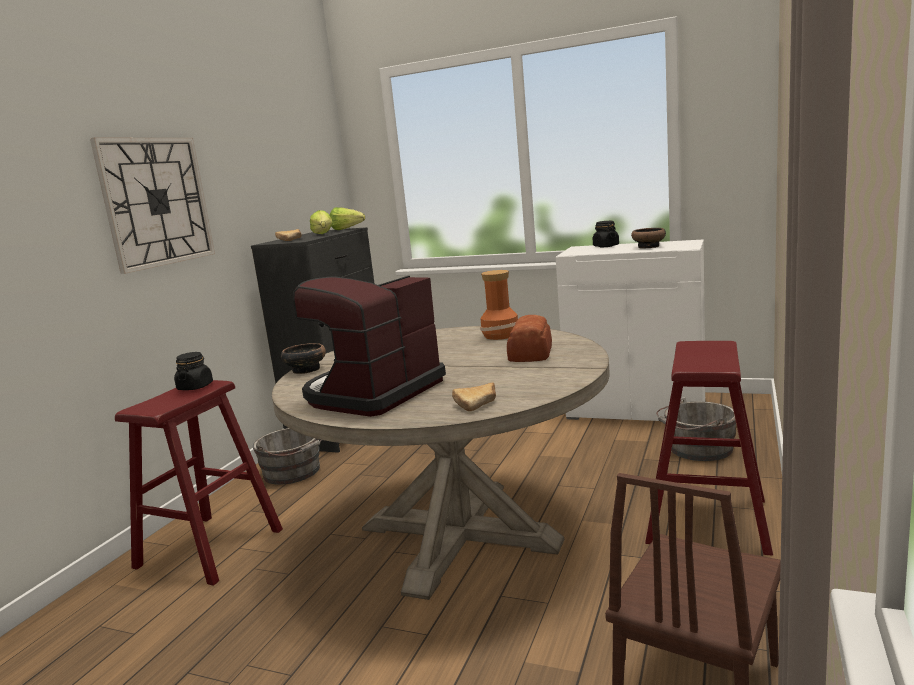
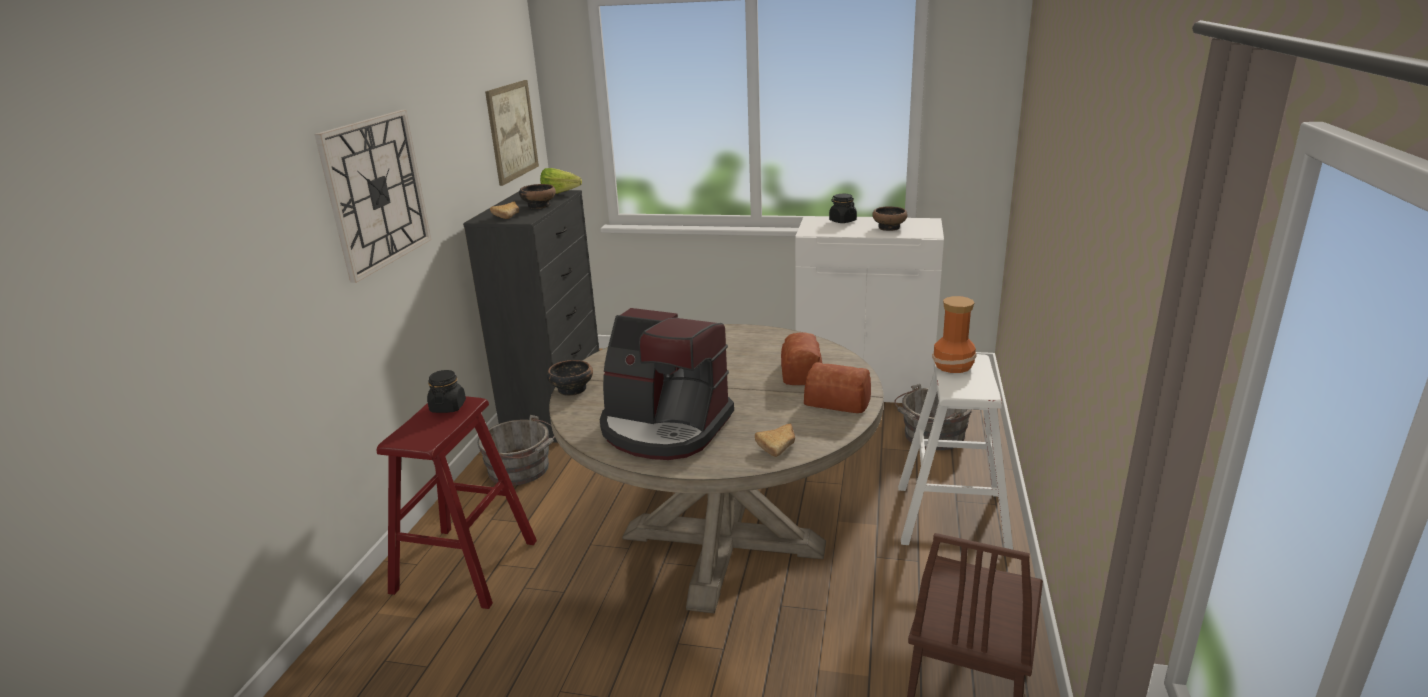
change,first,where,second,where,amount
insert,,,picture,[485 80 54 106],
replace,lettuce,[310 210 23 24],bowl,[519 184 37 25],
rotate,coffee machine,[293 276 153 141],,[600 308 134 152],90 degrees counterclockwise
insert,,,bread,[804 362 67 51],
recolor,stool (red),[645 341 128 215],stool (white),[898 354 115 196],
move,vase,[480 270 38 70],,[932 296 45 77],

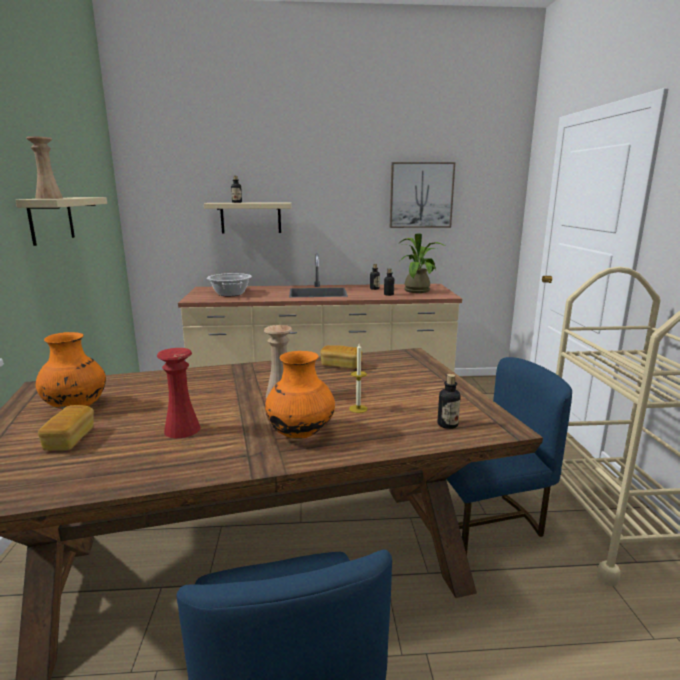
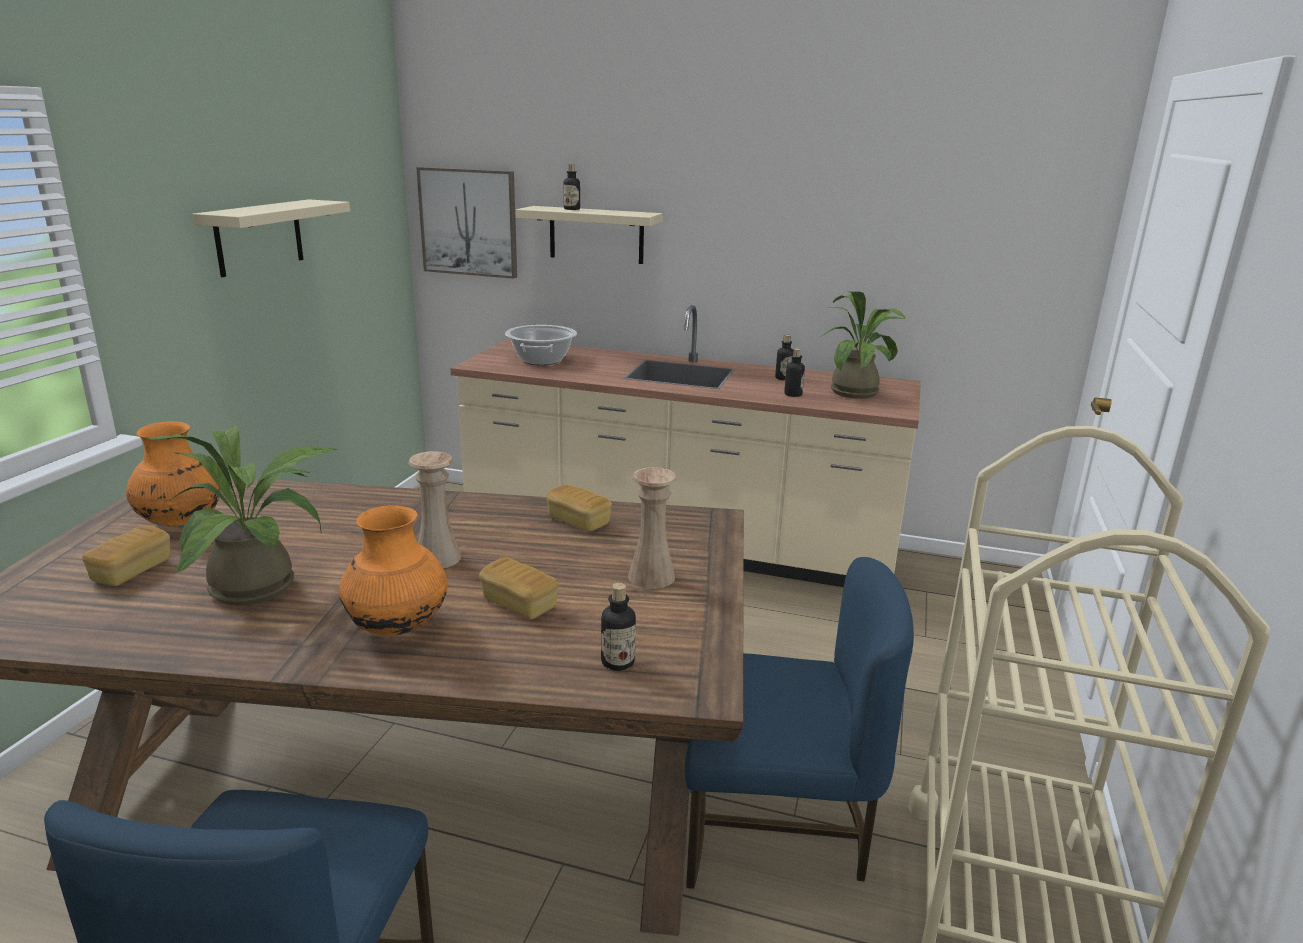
change,first,where,second,where,amount
replace,vase (red),[157 348 43 90],potted plant,[143 426 195 180],
move,picture,[390 162 65 66],,[416 167 101 112],
replace,candle,[349 344 19 69],bread,[479 558 79 61],
move,vase (beige),[26 136 37 63],,[628 467 49 122],

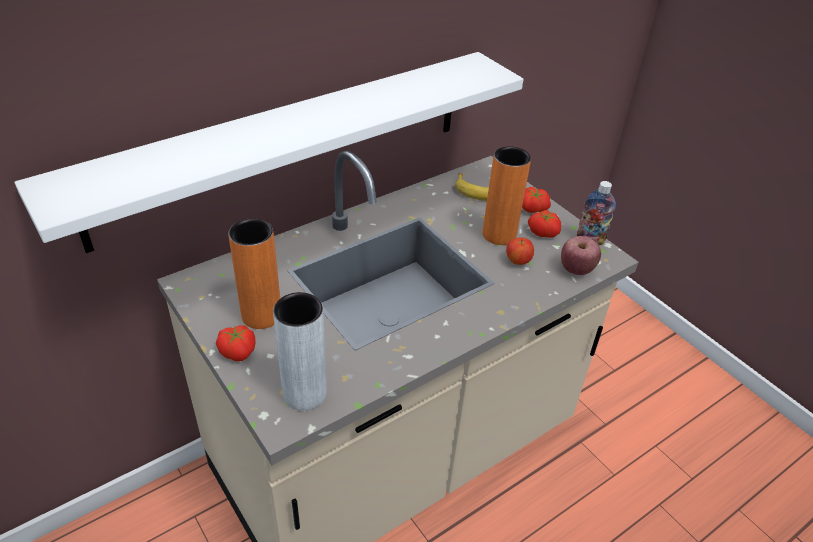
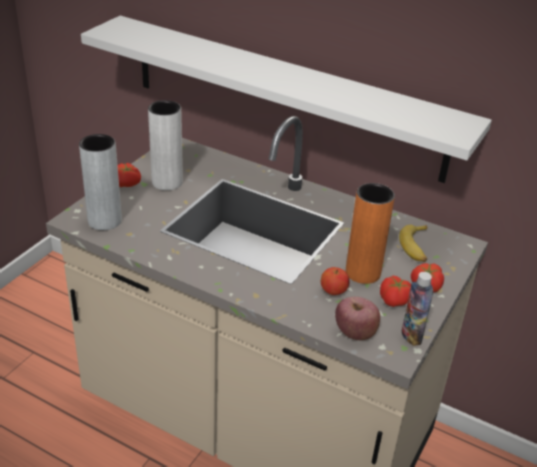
change,first,where,second,where,amount
recolor,vase (orange),[228 218 52 111],vase (white),[148 100 35 91],

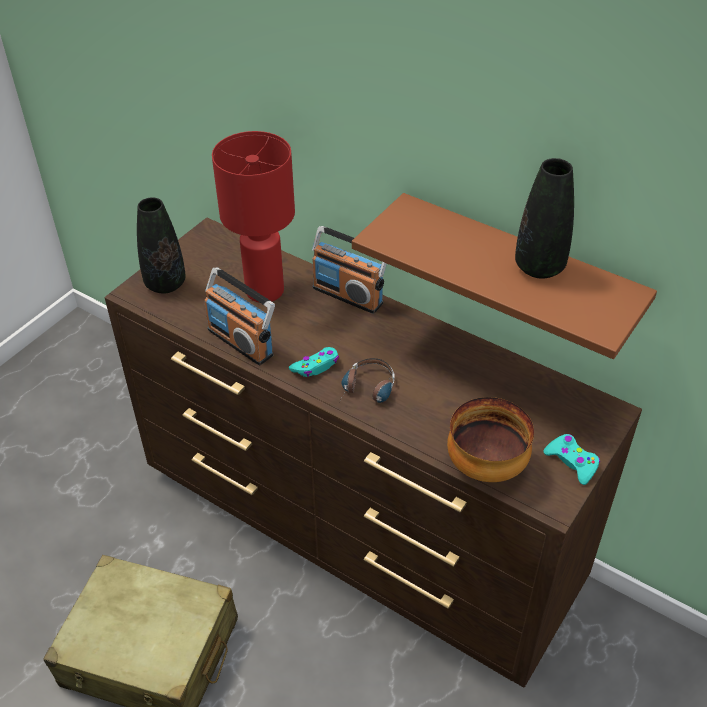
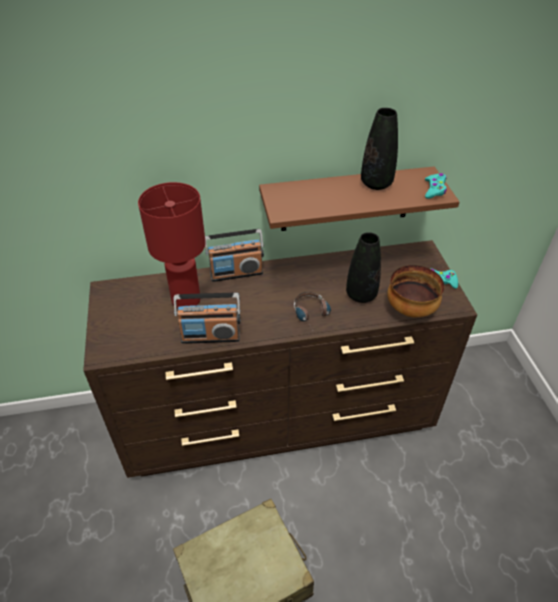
change,first,where,second,where,amount
move,vase (black),[137 197 49 97],,[346 232 35 71],
move,game controller (turquoise),[289 347 50 30],,[425 173 22 26],

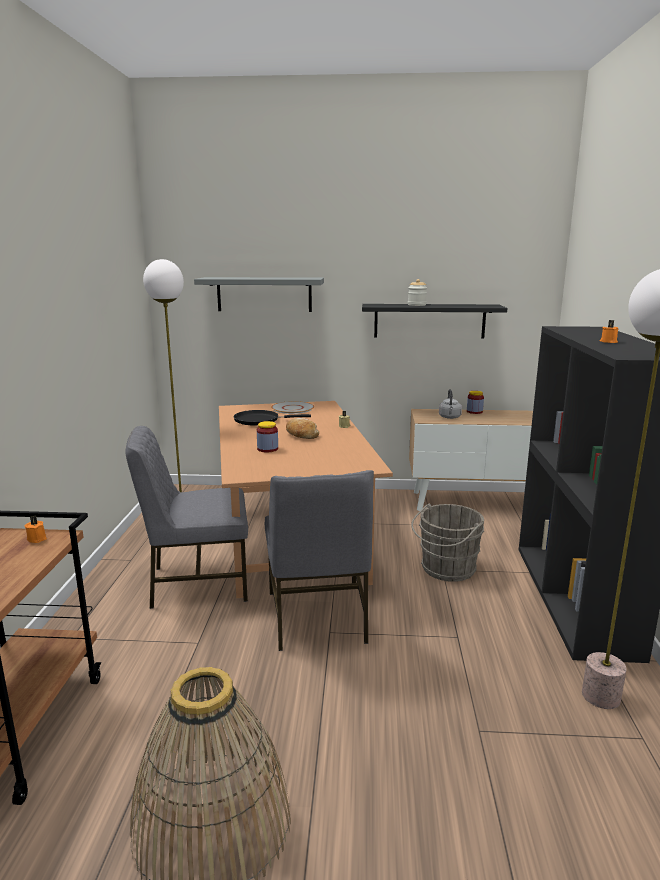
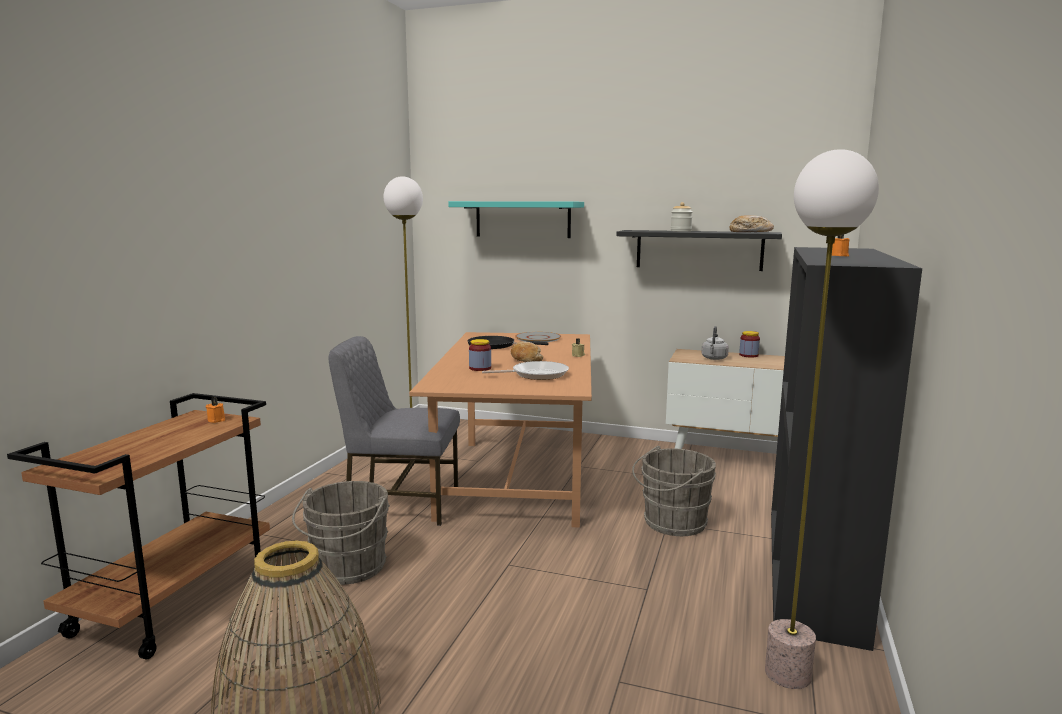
change,first,where,second,where,amount
insert,,,bucket (grey),[292 481 98 104],
recolor,shelf (grey),[194 277 130 35],shelf (turquoise),[448 201 136 37],
insert,,,frying pan,[482 361 87 19],
insert,,,bread,[730 215 44 17],
delete,chair (grey),[265 470 109 181],,,

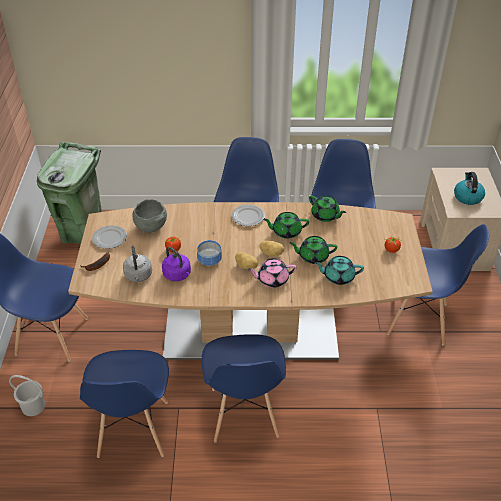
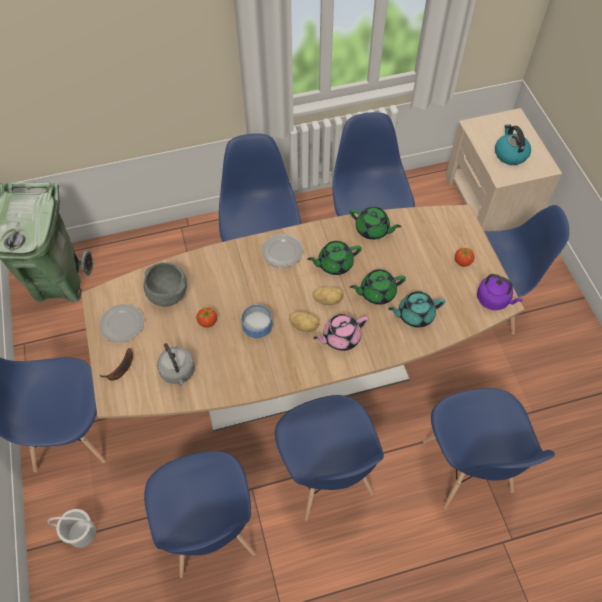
change,first,where,second,where,amount
insert,,,chair (blue),[423 388 132 121],
move,kettle (purple),[162 247 29 34],,[477 274 46 36],

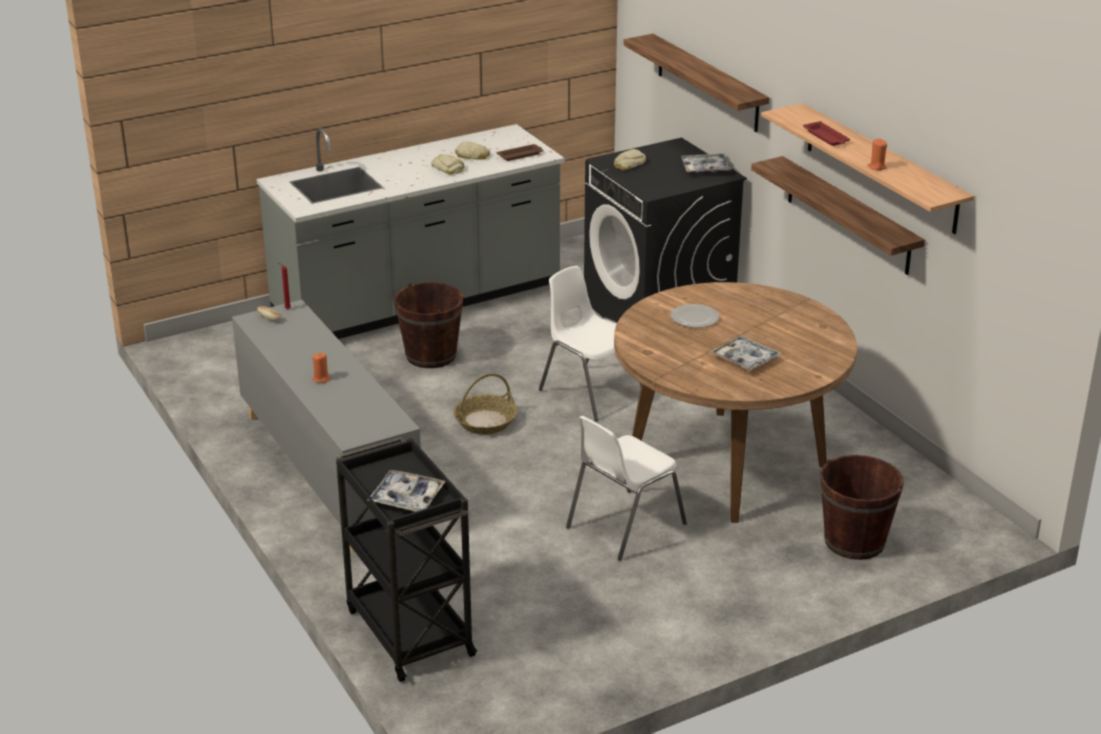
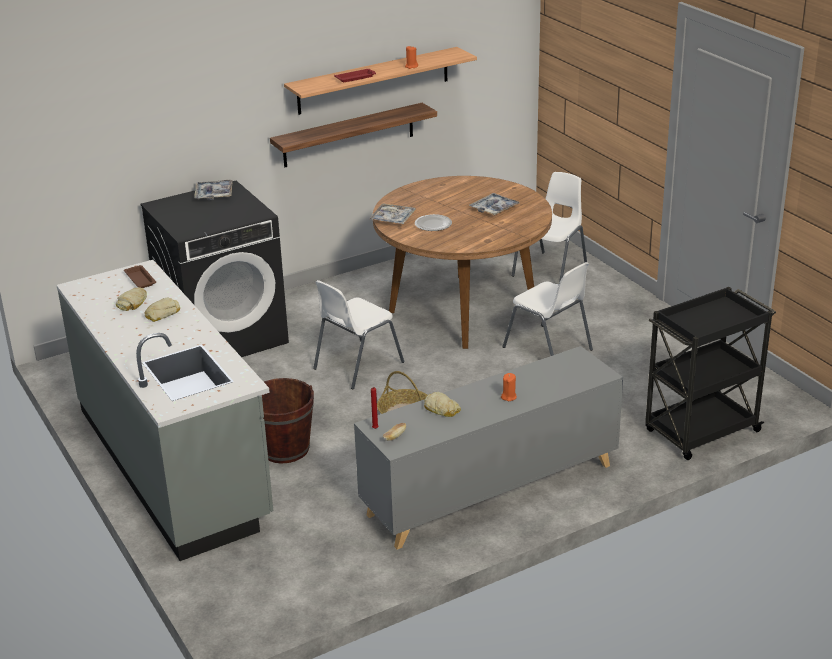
change,first,where,second,where,amount
move,tray,[367 470 79 42],,[369 203 47 21],
move,bread,[614 149 32 22],,[424 392 37 25],
replace,bucket (brown),[820 455 84 105],chair (white),[512 172 75 111],
delete,shelf,[623 34 146 98],,,

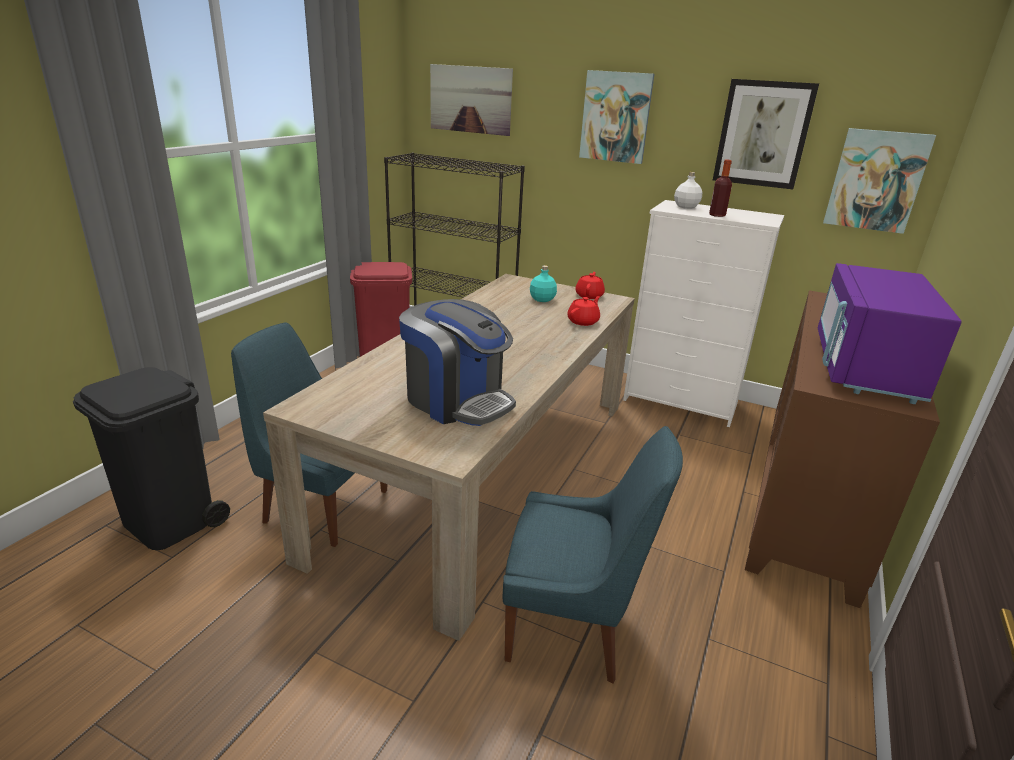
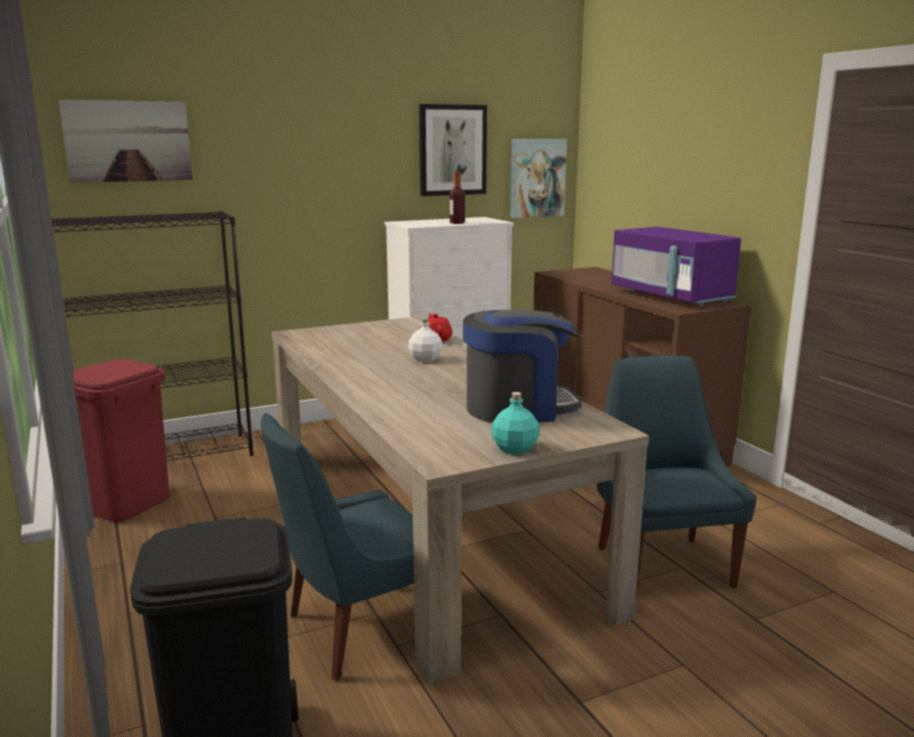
change,first,where,second,where,amount
move,bottle (white),[674 172 28 37],,[408 318 34 44],
move,bottle (turquoise),[530 265 27 37],,[491 392 49 62],
rotate,chair (blue),[503 426 180 258],,[597 355 160 243],60 degrees counterclockwise
delete,teapot (red),[575 272 30 27],,,
delete,picture,[579 70 75 94],,,

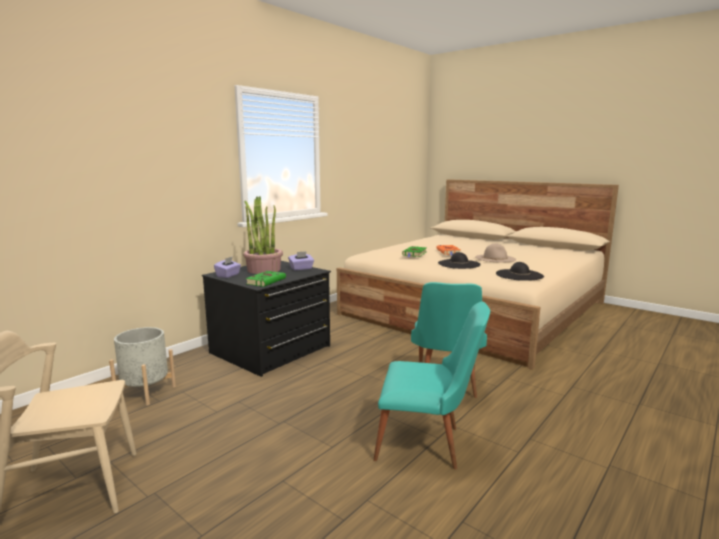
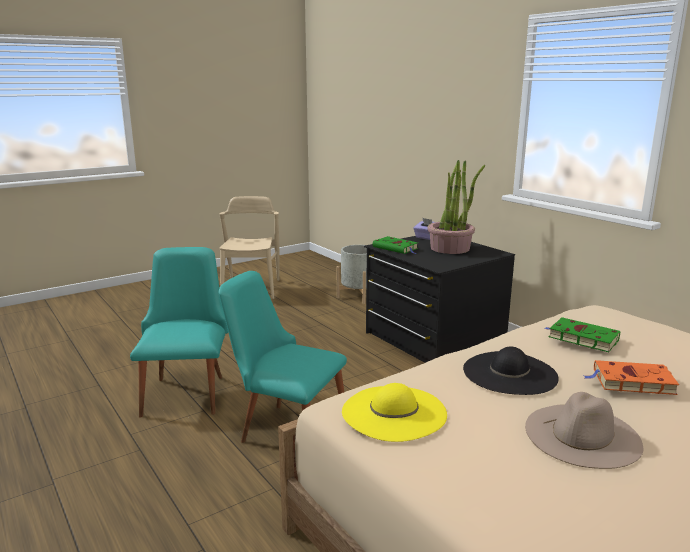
change,first,where,second,where,amount
rotate,chair (turquoise),[373 302 117 167],,[130 247 98 171],150 degrees clockwise
recolor,hat (black),[496 262 48 19],hat (yellow),[342 383 105 59],
delete,tissue box (purple),[288 251 26 19],,,

